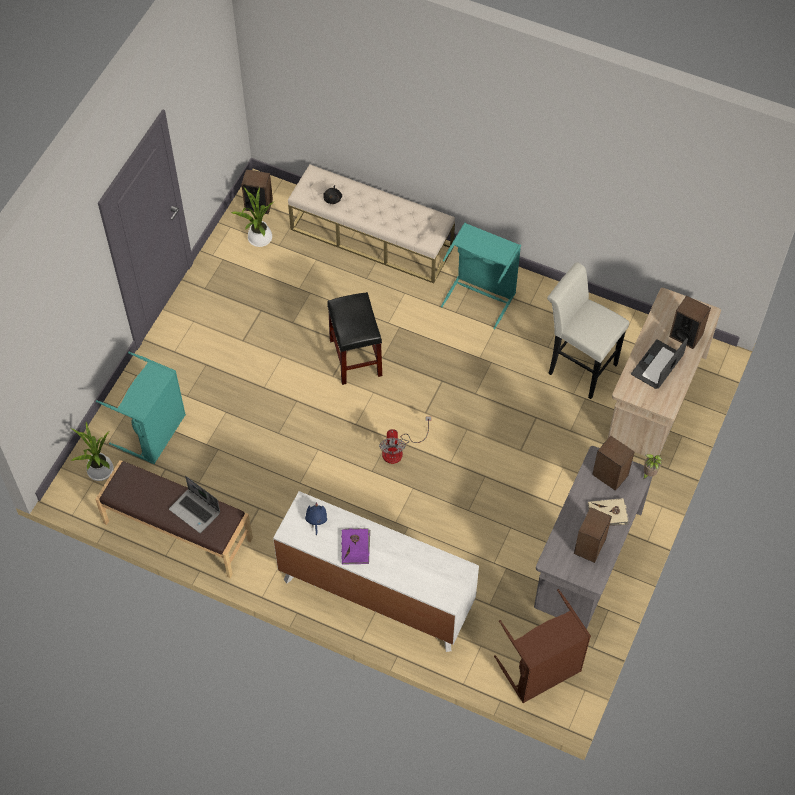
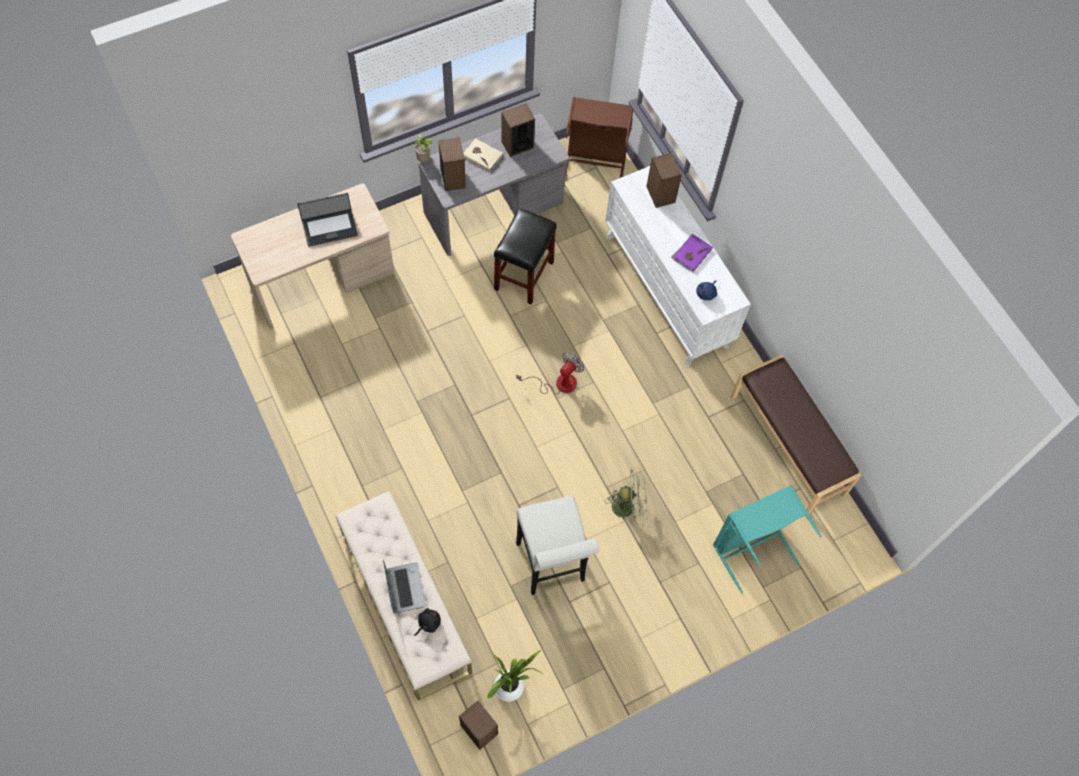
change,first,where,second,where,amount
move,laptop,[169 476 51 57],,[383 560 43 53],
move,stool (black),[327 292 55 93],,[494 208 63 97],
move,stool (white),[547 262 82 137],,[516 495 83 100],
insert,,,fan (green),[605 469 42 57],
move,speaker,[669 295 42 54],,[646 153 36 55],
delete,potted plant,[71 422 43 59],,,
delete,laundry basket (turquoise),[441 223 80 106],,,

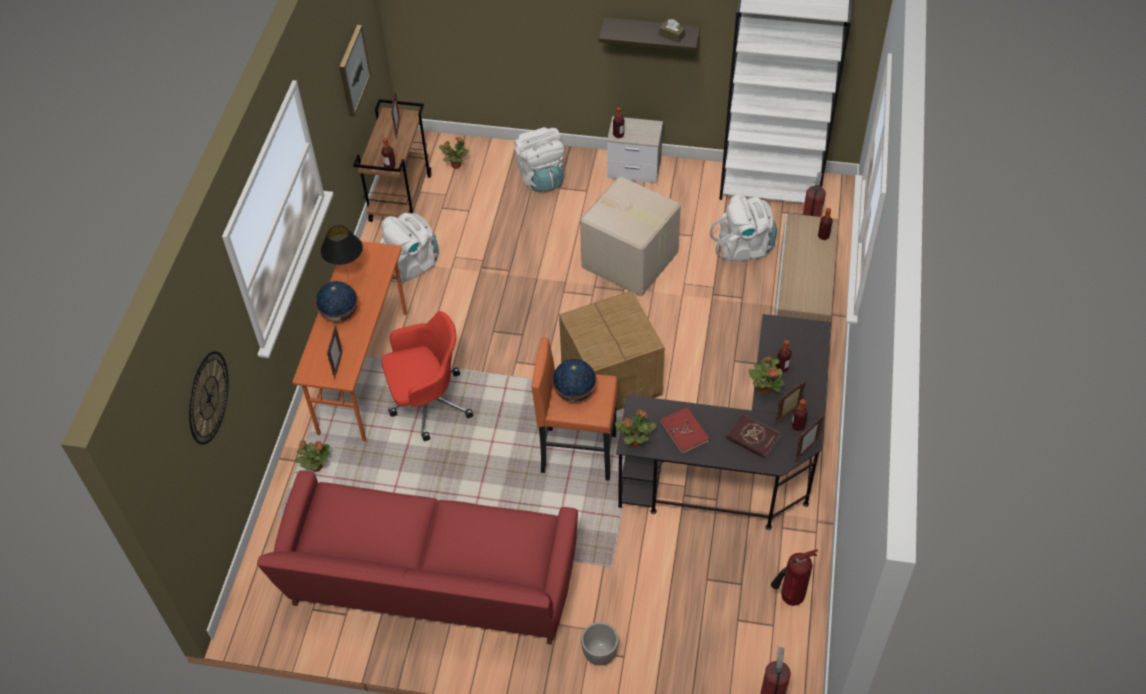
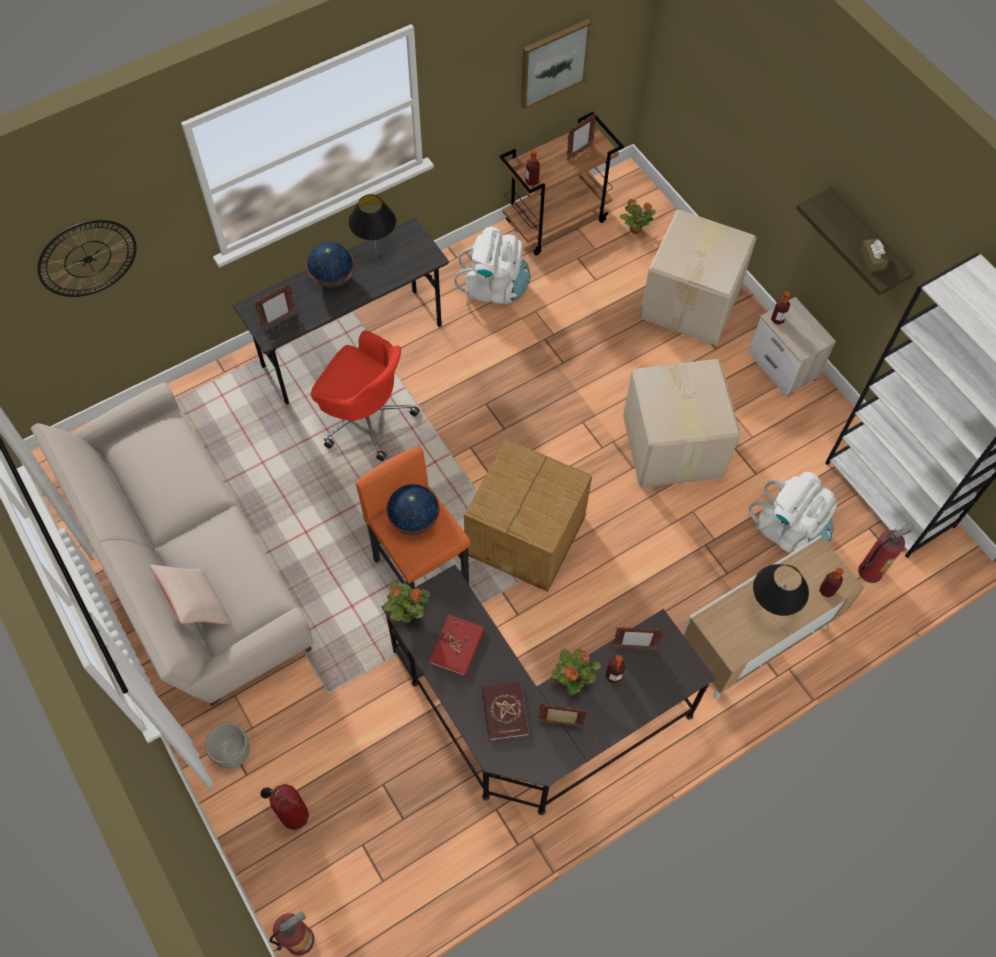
change,first,where,second,where,amount
recolor,sofa (red),[257 470 321 175],sofa (beige),[31 382 283 324],
insert,,,pillow (beige),[150 565 81 59],
recolor,desk (orange),[293 241 114 200],desk (grey),[233 218 216 187],
move,fire extinguisher,[771 549 47 57],,[260 784 49 46],
move,picture frame,[795 414 29 48],,[613 627 51 23],
replace,backpack (white),[514 127 50 65],cardboard box,[640 210 117 135],
insert,,,table lamp (black),[753 564 56 52],
delete,potted plant,[295 440 35 31],,,
delete,bottle,[791 399 17 32],,,

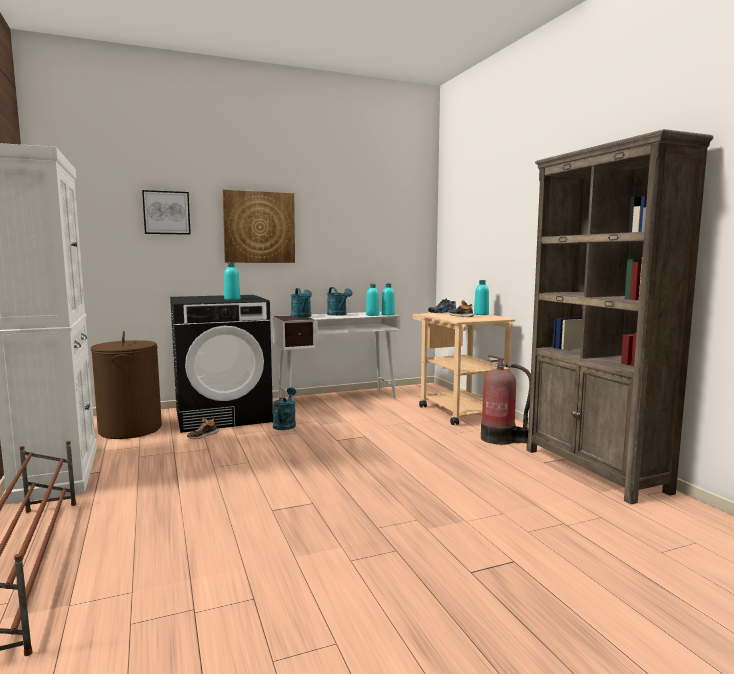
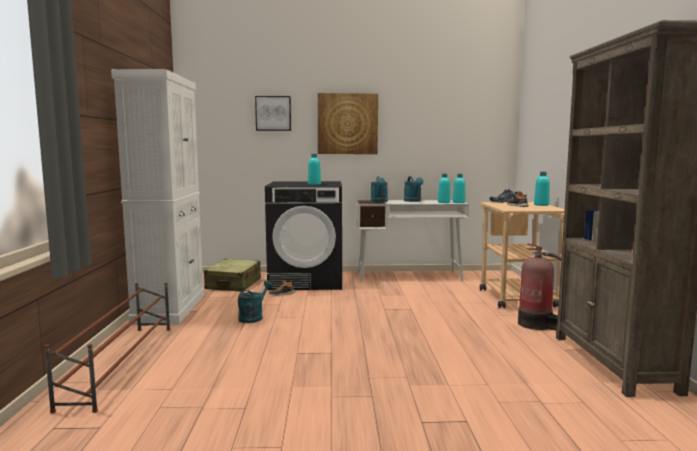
change,first,where,second,where,amount
replace,laundry basket (brown),[91 331 71 108],suitcase (beige),[204 259 57 33],
move,watering can (turquoise),[273 388 23 42],,[238 281 35 42],

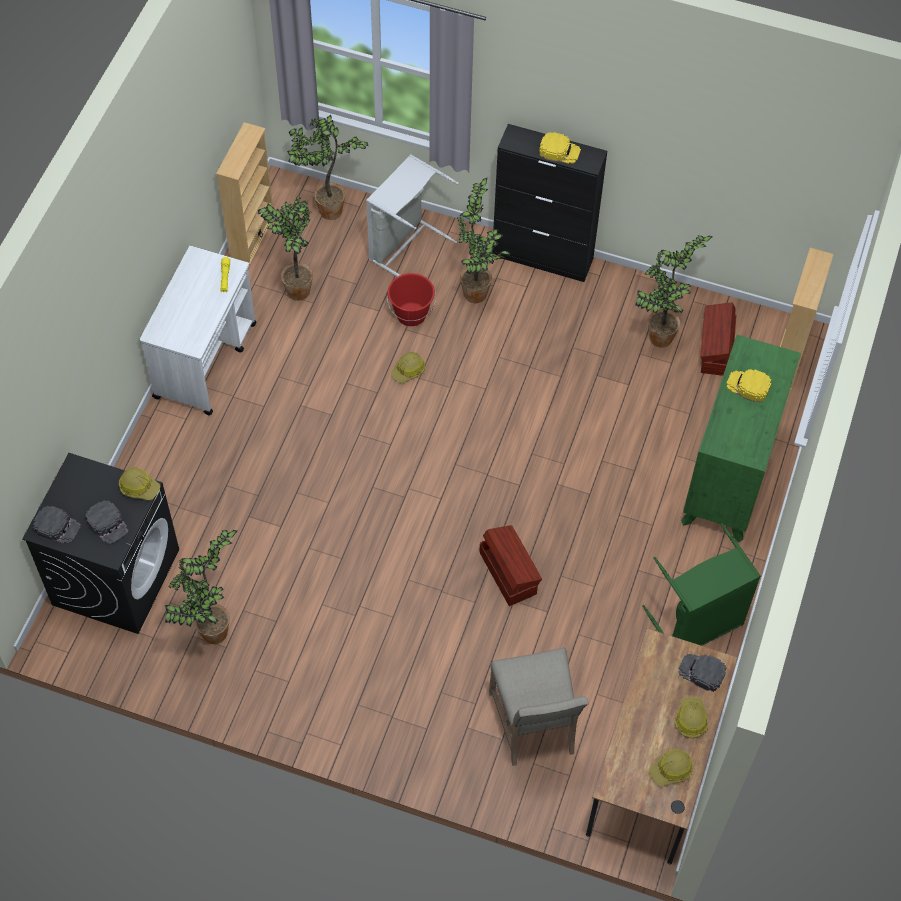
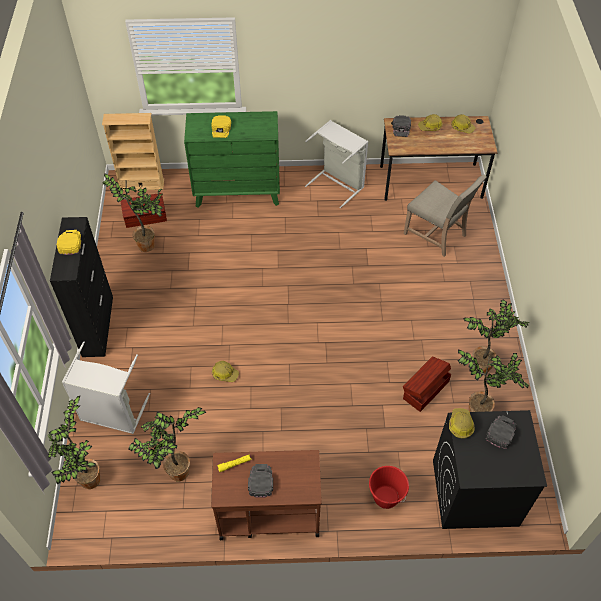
change,first,where,second,where,amount
recolor,cart (white),[140 246 117 169],cart (brown),[211 450 111 90],
move,cap (black),[33 506 48 38],,[248 464 25 34],
recolor,laundry basket (green),[642 523 119 123],laundry basket (grey),[305 120 63 88],
move,bucket (red),[387 273 49 53],,[369 466 40 43],
move,storage box (brown),[479 525 63 81],,[403 356 48 56],
rotate,chair (beige),[489 648 99 118],,[404 174 83 83],75 degrees clockwise
move,potted plant,[457 178 53 125],,[463 299 67 74],
delete,bookcase (beige),[216 122 57 143],,,

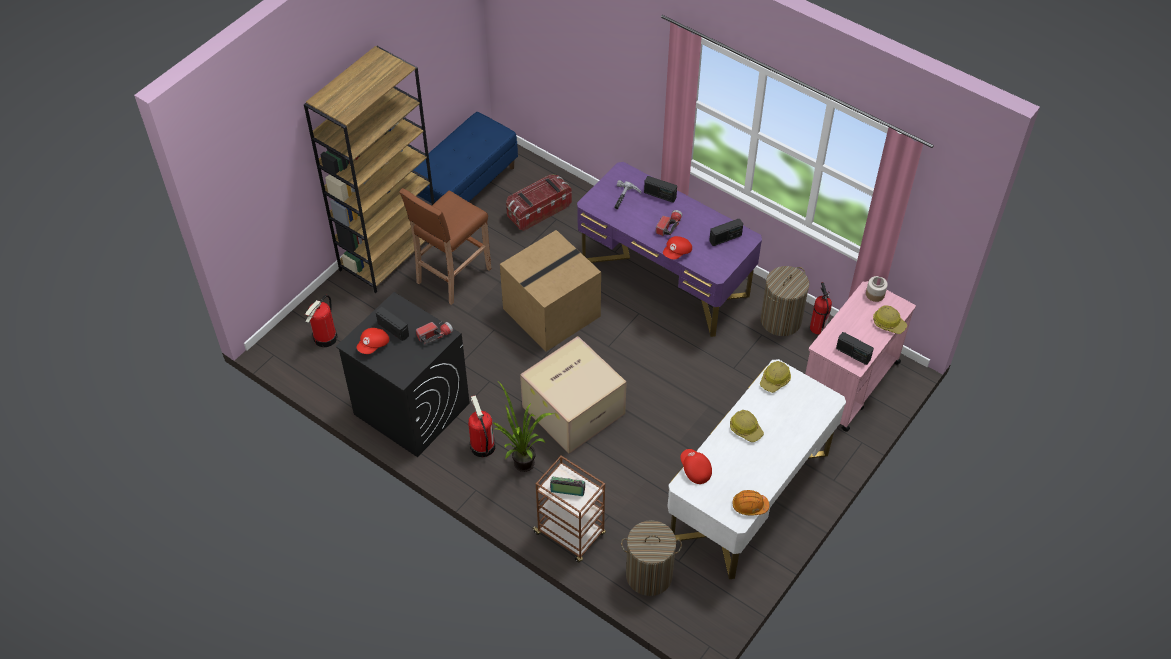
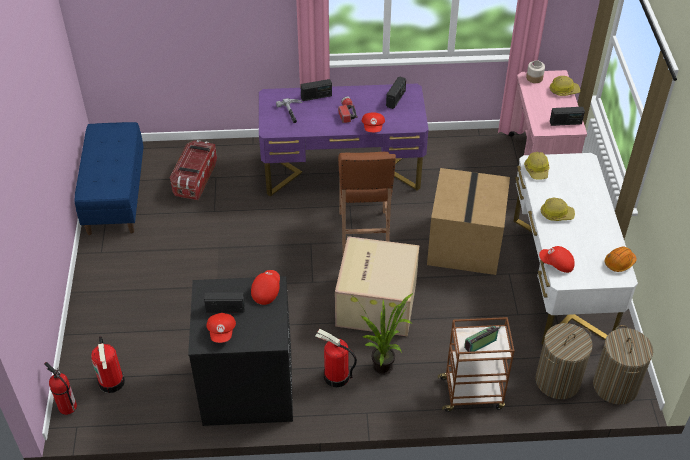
change,first,where,second,where,amount
move,fire extinguisher,[810 282 22 53],,[44 362 33 53],
replace,flashlight,[416 322 37 22],cap (red),[251 270 29 35],
move,stool (brown),[399 188 92 117],,[338 152 58 102],
move,cardboard box,[500 230 101 122],,[427 168 83 107],
move,laundry basket,[761 266 48 70],,[593 325 60 80],
delete,bookcase (brown),[304 46 130 247],,,

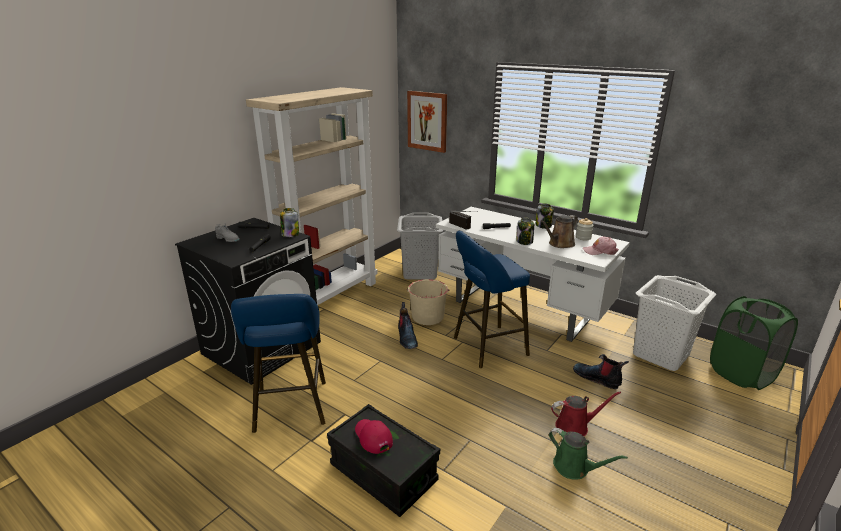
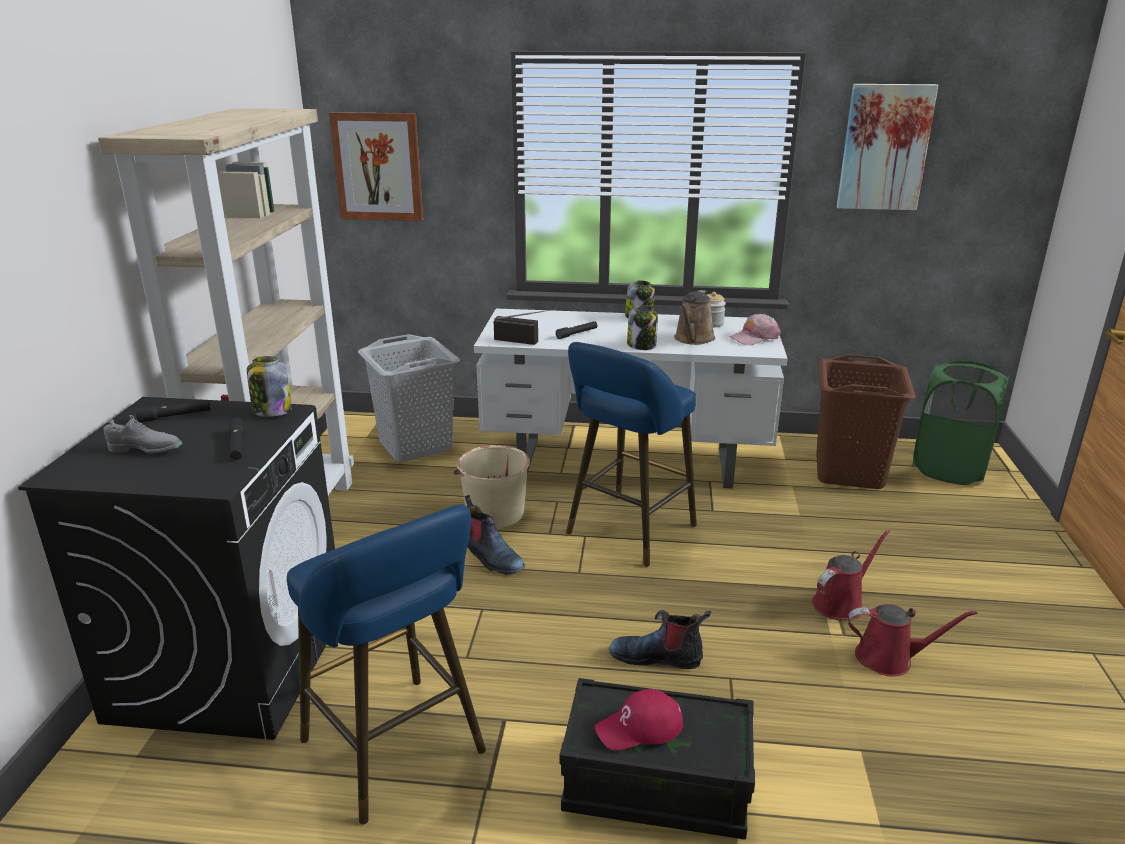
change,first,where,second,where,amount
rotate,cap (red),[355 419 38 35],,[595 689 88 62],45 degrees counterclockwise
move,boot,[573 354 56 35],,[609 610 102 59],
recolor,laundry basket (white),[633 275 83 96],laundry basket (brown),[816 354 100 135],
insert,,,picture,[837 84 101 126],
recolor,watering can (green),[549 428 79 52],watering can (red),[848 604 130 73],

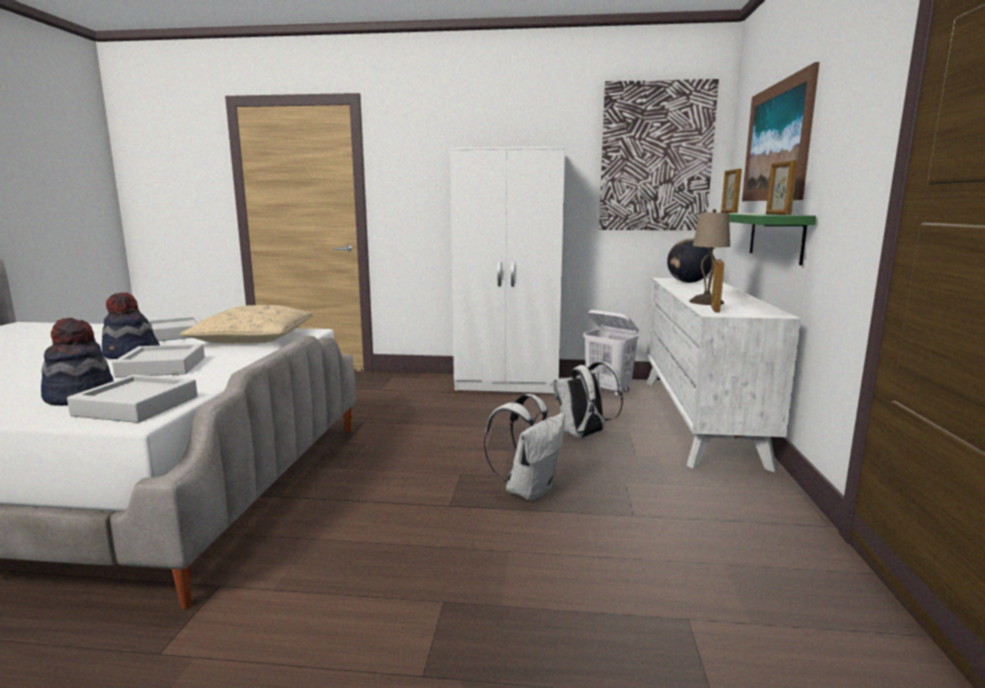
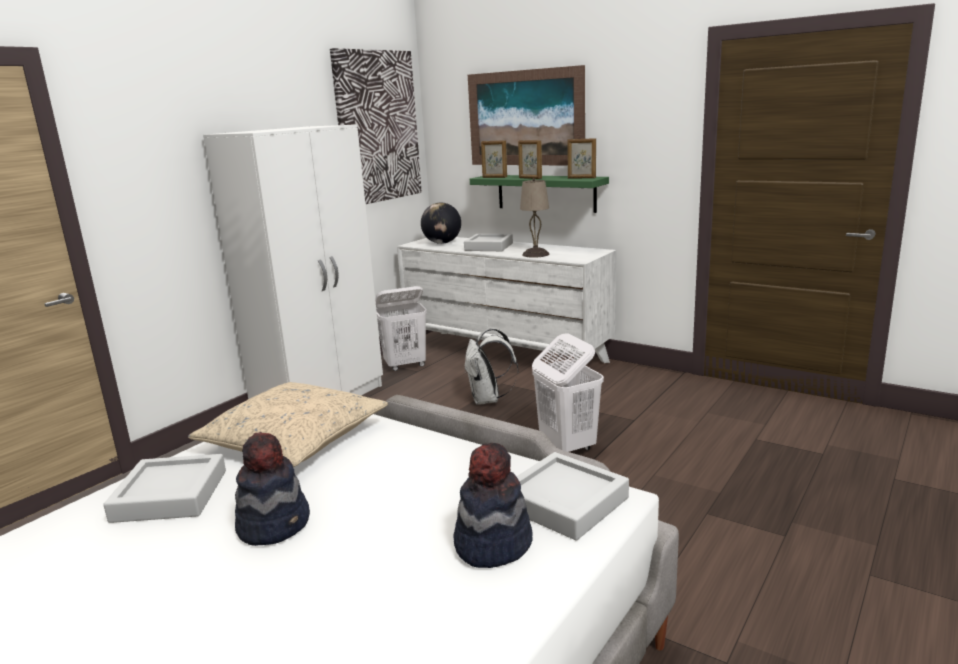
change,first,where,second,where,amount
move,tray (grey),[112 344 93 34],,[464 234 49 17],
move,picture frame,[711 259 13 54],,[518 140 24 39],
replace,backpack (white),[484 394 81 107],laundry basket (white),[532 333 72 119],

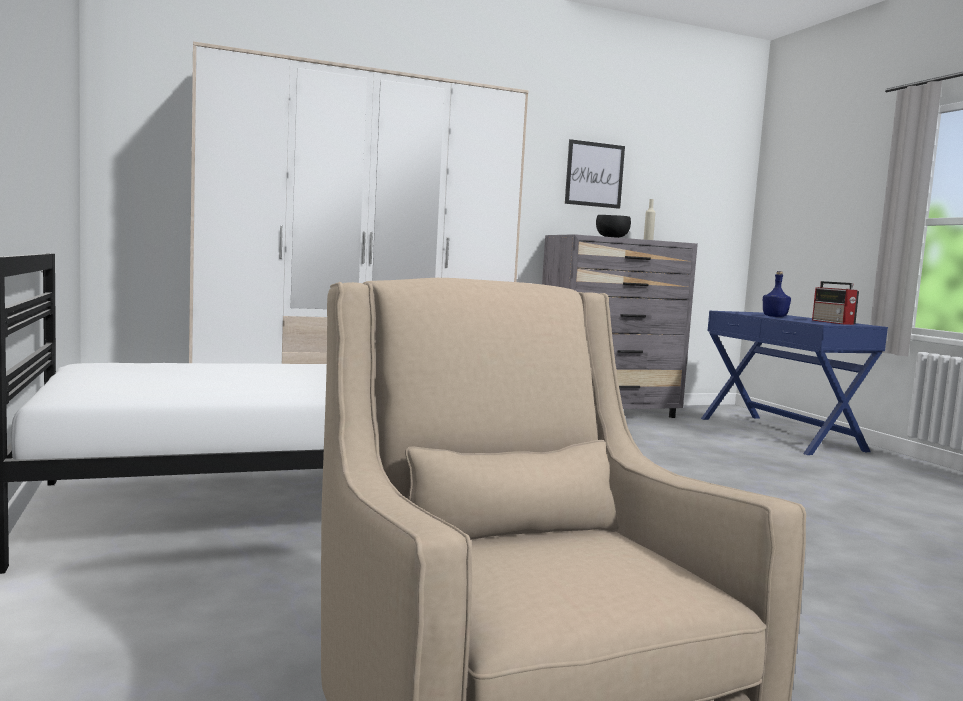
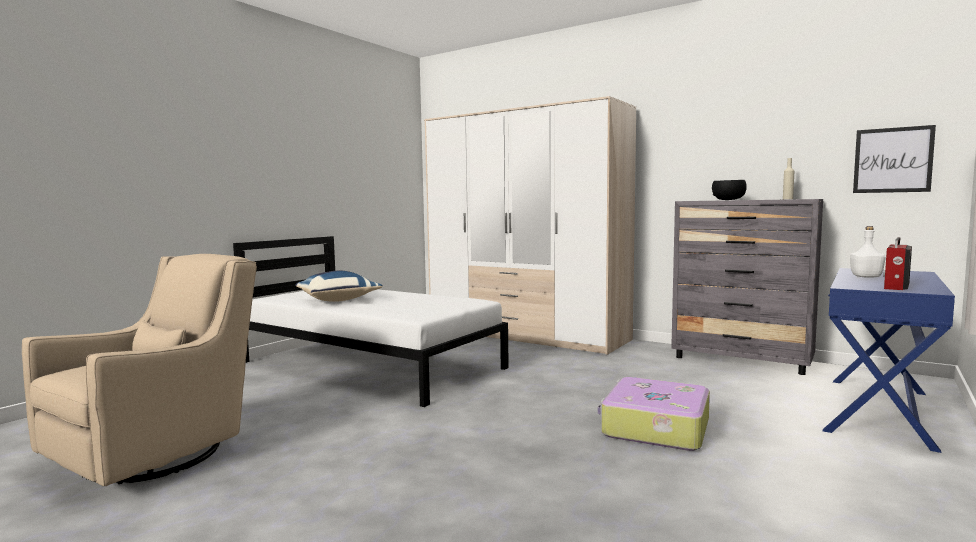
change,first,where,second,where,amount
insert,,,pillow (blue),[295 271 88 31],
insert,,,suitcase,[598 377 112 74],
recolor,bottle (blue),[763 271 28 46],bottle (white),[850 226 36 52],
move,picture,[565 139 60 70],,[853 125 83 68],

